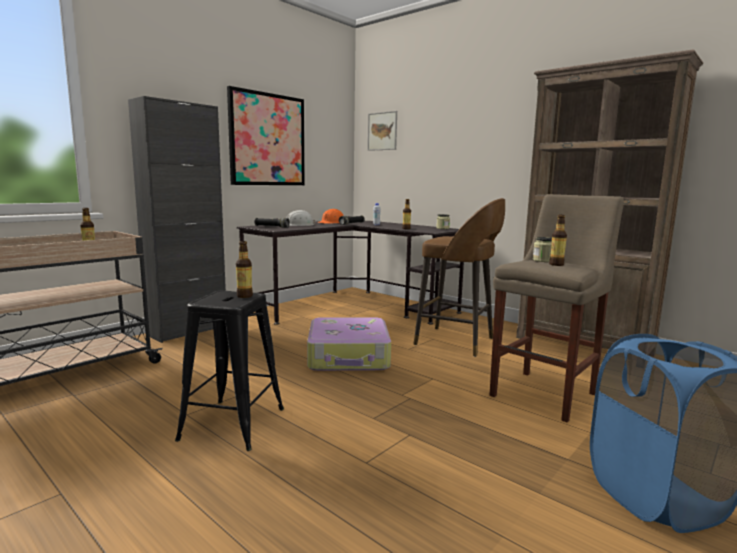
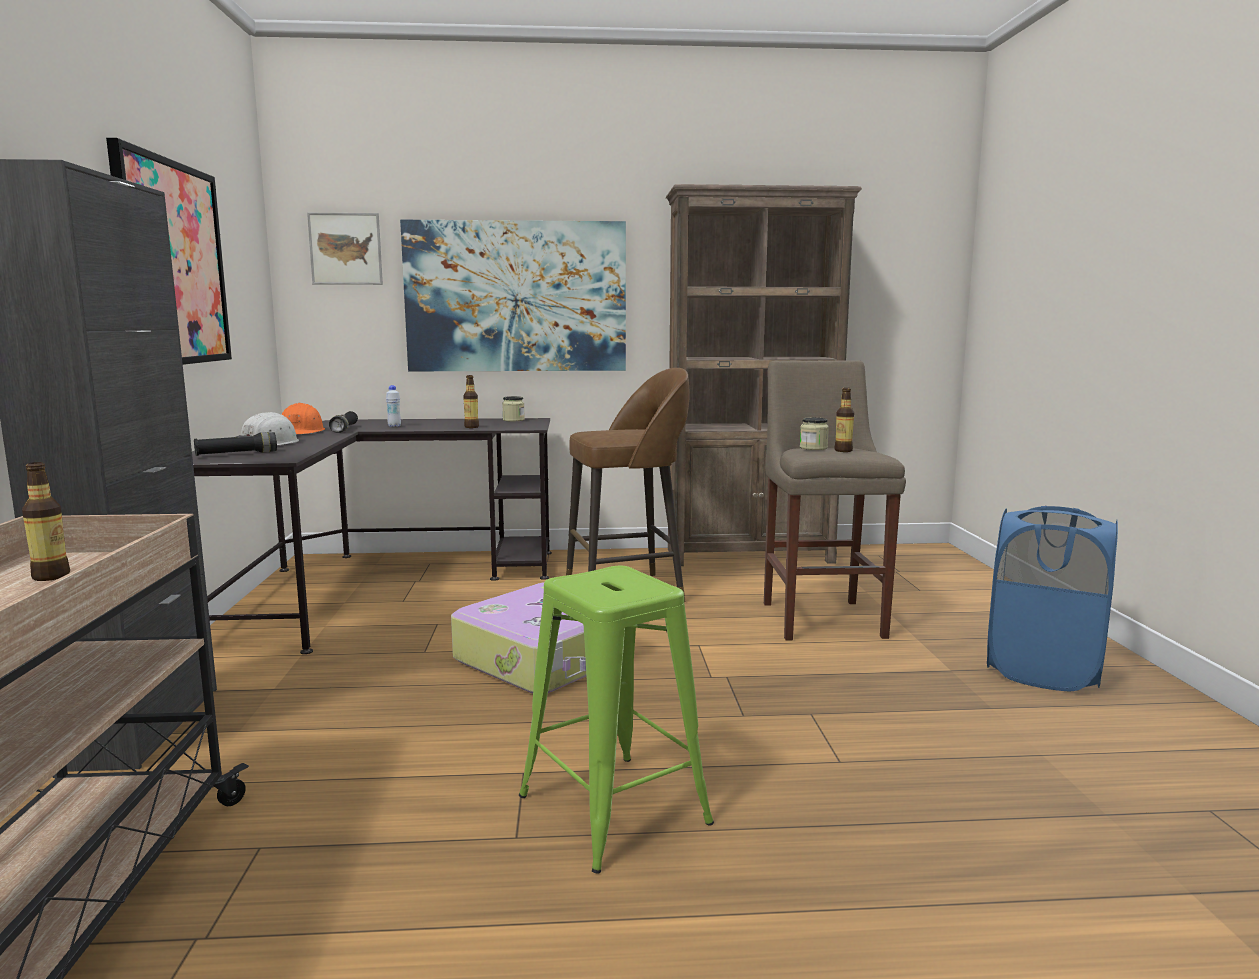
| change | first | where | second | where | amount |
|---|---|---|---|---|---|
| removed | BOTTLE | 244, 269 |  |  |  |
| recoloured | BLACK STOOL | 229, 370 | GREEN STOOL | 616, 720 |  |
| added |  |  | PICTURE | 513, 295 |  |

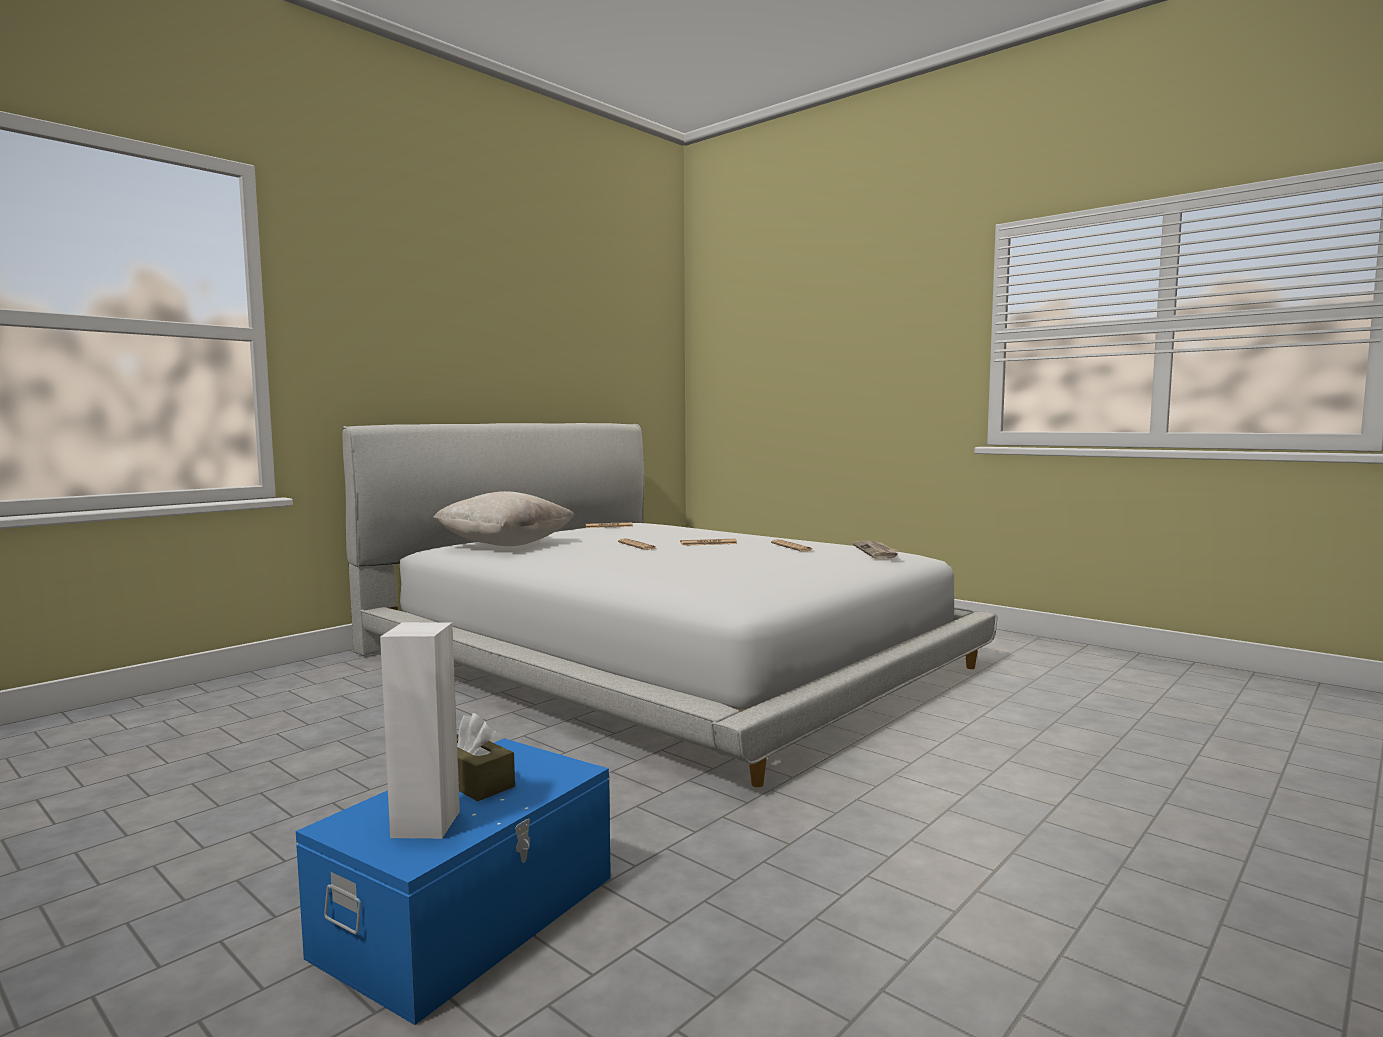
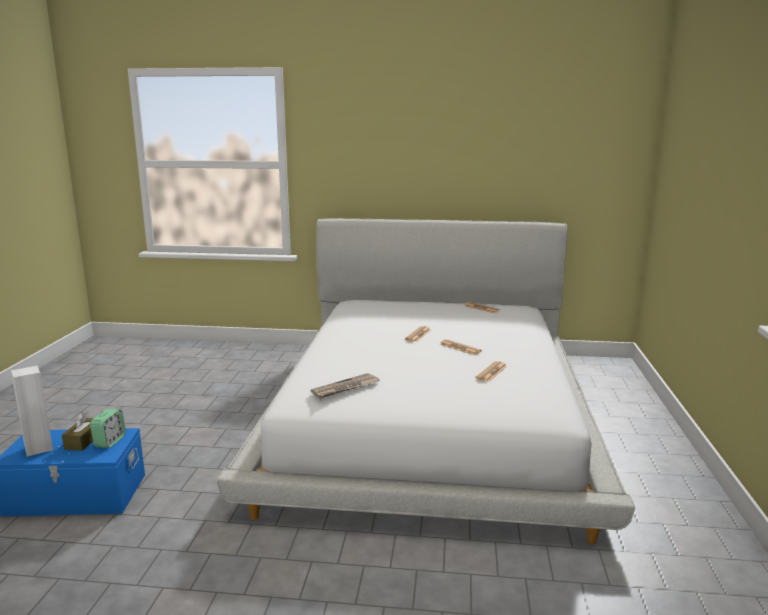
| change | first | where | second | where | amount |
|---|---|---|---|---|---|
| removed | BEIGE PILLOW | 504, 518 |  |  |  |
| moved | NEWSPAPER | 876, 549 |  | 345, 386 |  |
| added |  |  | ALARM CLOCK | 107, 428 |  |

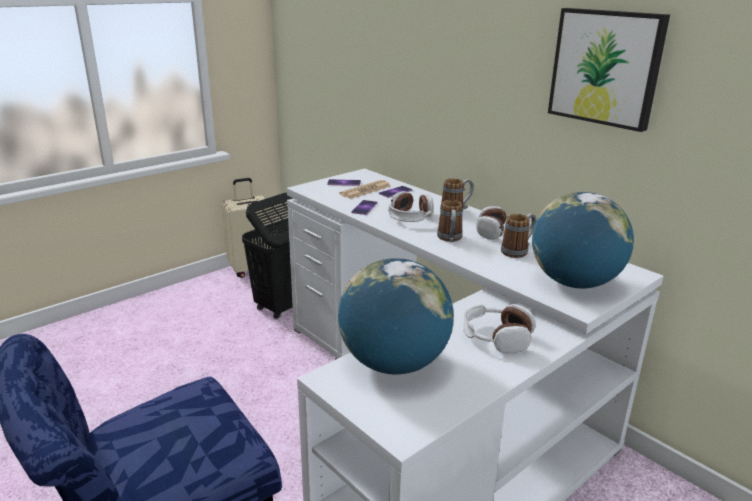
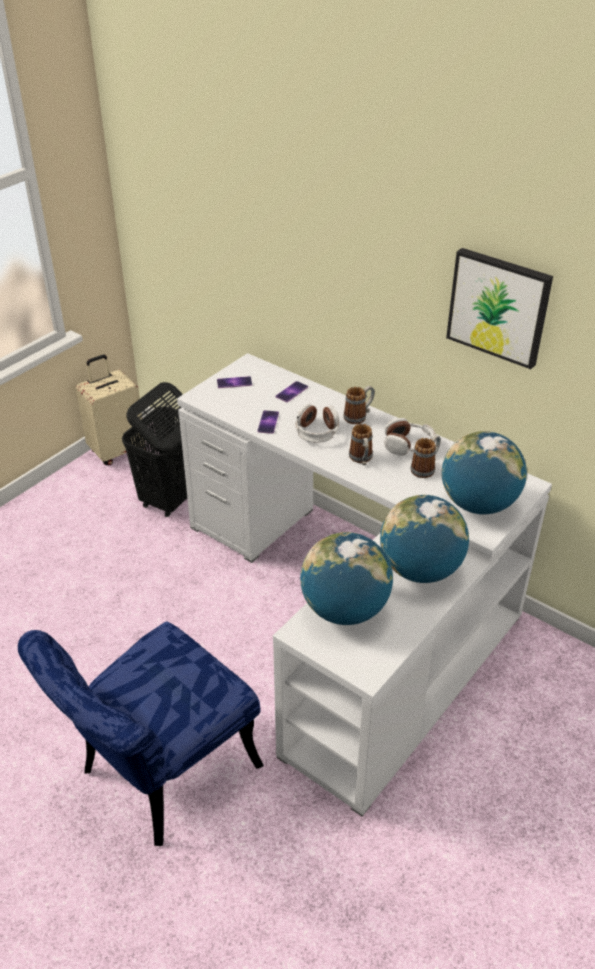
| change | first | where | second | where | amount |
|---|---|---|---|---|---|
| removed | NEWSPAPER | 364, 189 |  |  |  |
| replaced | HEADPHONES | 499, 329 | GLOBE | 424, 539 |  |

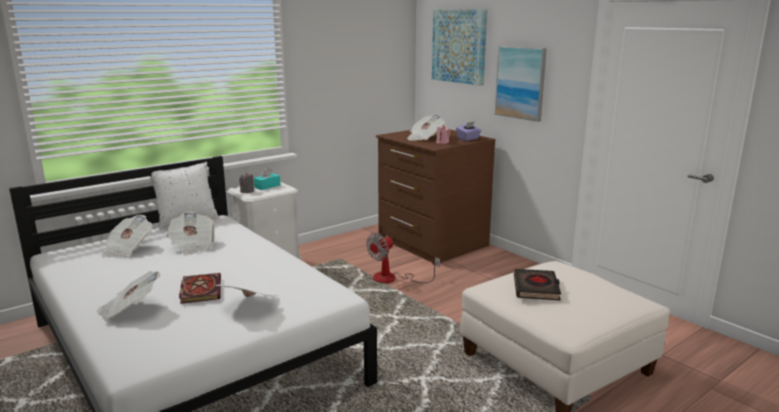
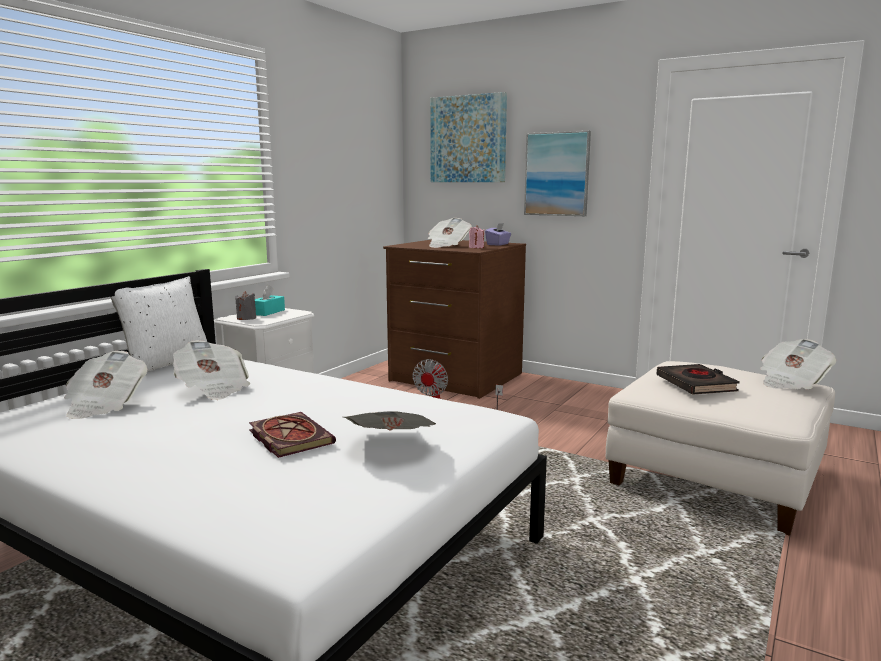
| change | first | where | second | where | amount |
|---|---|---|---|---|---|
| moved | NEWSPAPER | 128, 296 |  | 798, 364 |  |

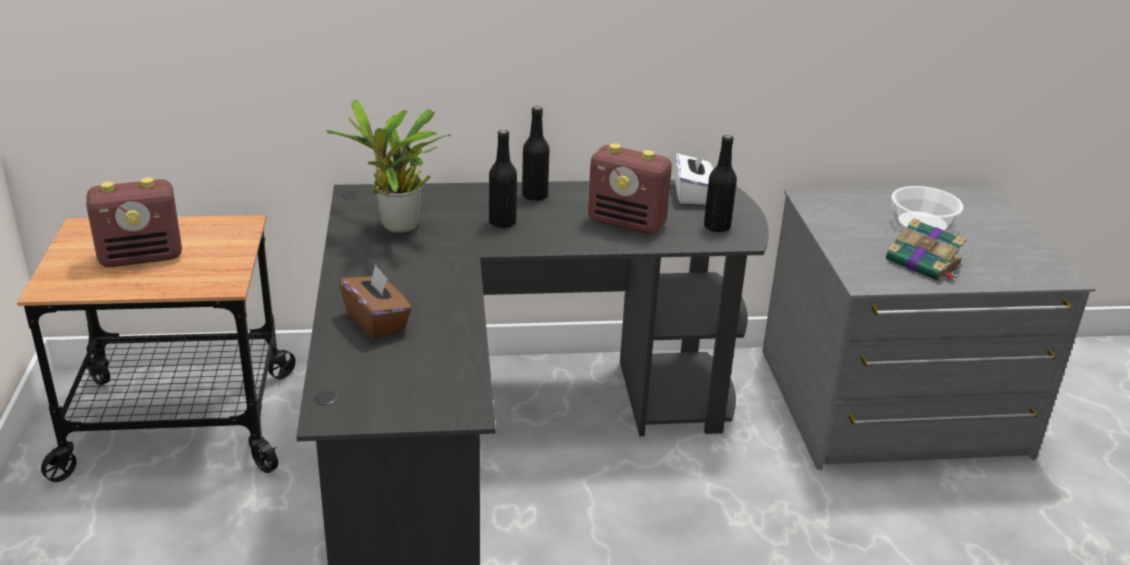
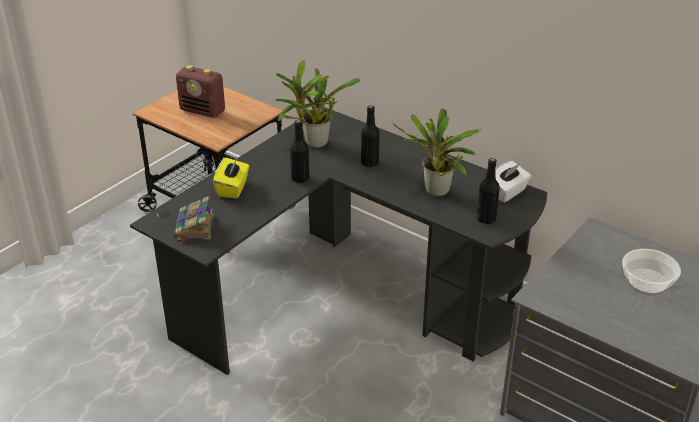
| change | first | where | second | where | amount |
|---|---|---|---|---|---|
| moved | BLACK BOTTLE | 536, 153 |  | 299, 151 |  |
| replaced | RADIO | 630, 188 | POTTED PLANT | 437, 152 |  |
| moved | BOOK | 926, 249 |  | 194, 219 |  |
| recoloured | BROWN TISSUE BOX | 375, 302 | YELLOW TISSUE BOX | 231, 177 |  |

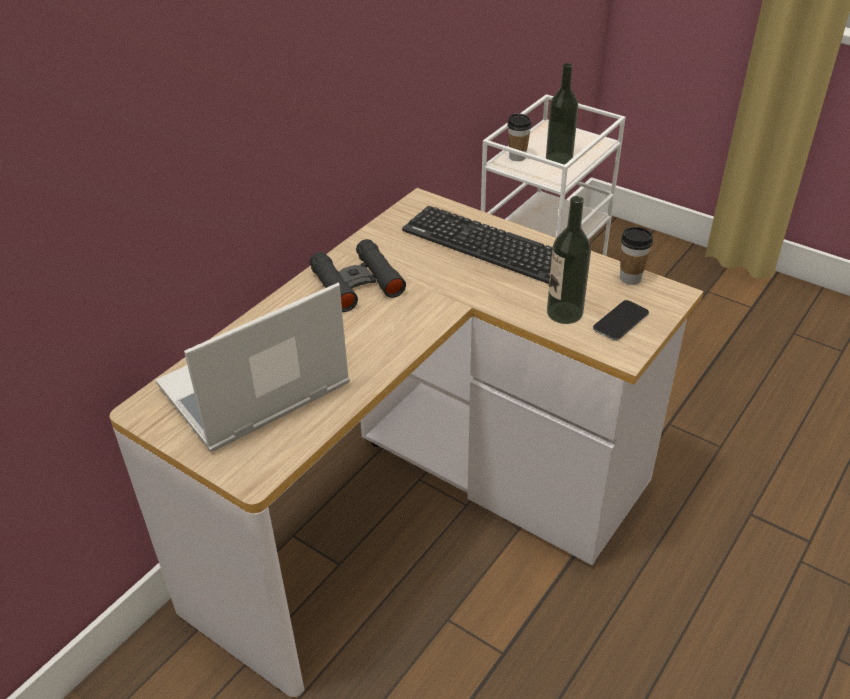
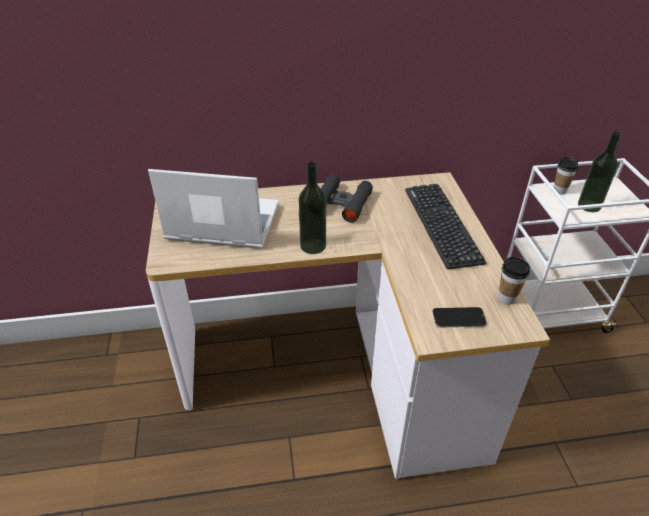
| change | first | where | second | where | amount |
|---|---|---|---|---|---|
| moved | BOTTLE | 569, 260 |  | 312, 207 |  |

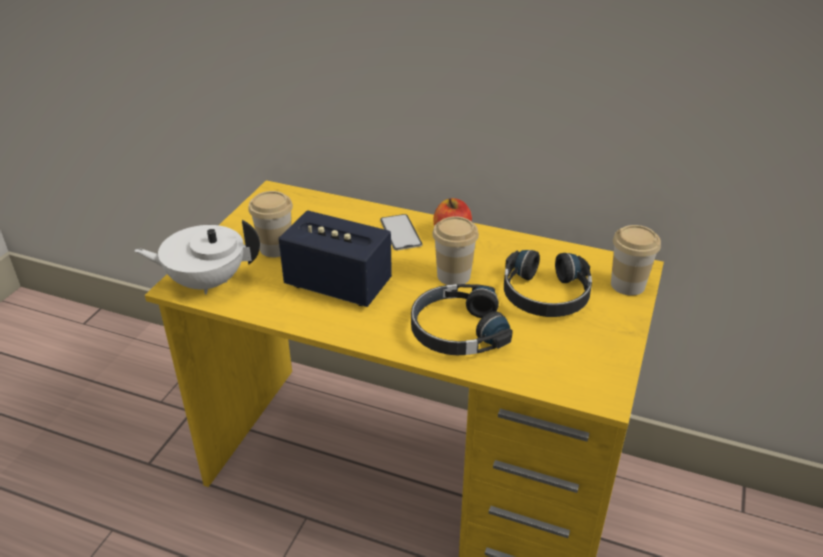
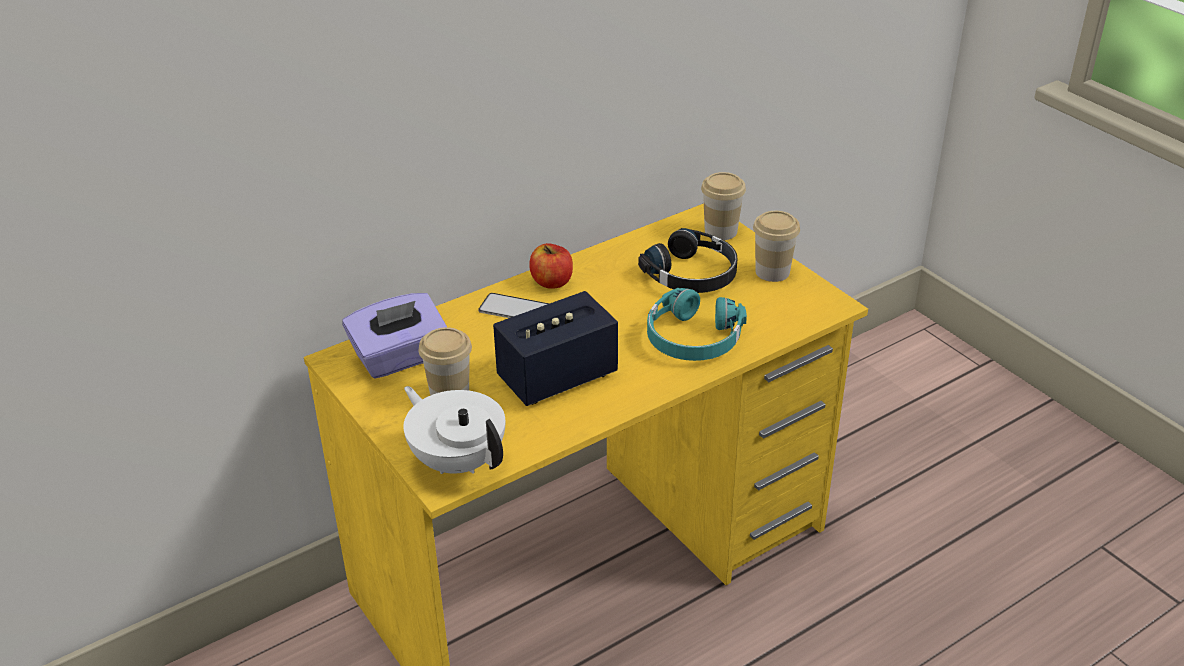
| change | first | where | second | where | amount |
|---|---|---|---|---|---|
| moved | CUP | 455, 250 |  | 776, 246 |  |
| turned | WHITE TEAPOT | 197, 257 |  | 454, 430 | 105 degrees clockwise |
| recoloured | BLACK HEADPHONES | 462, 319 | TURQUOISE HEADPHONES | 697, 324 |  |
| added |  |  | PURPLE TISSUE BOX | 394, 336 |  |

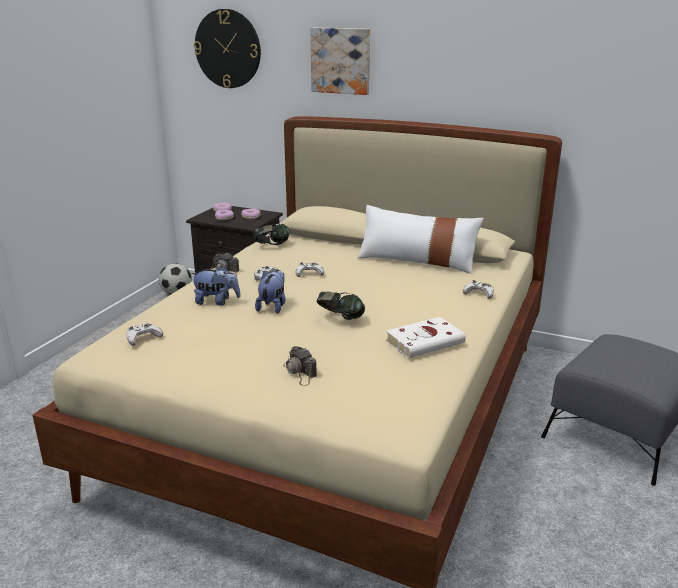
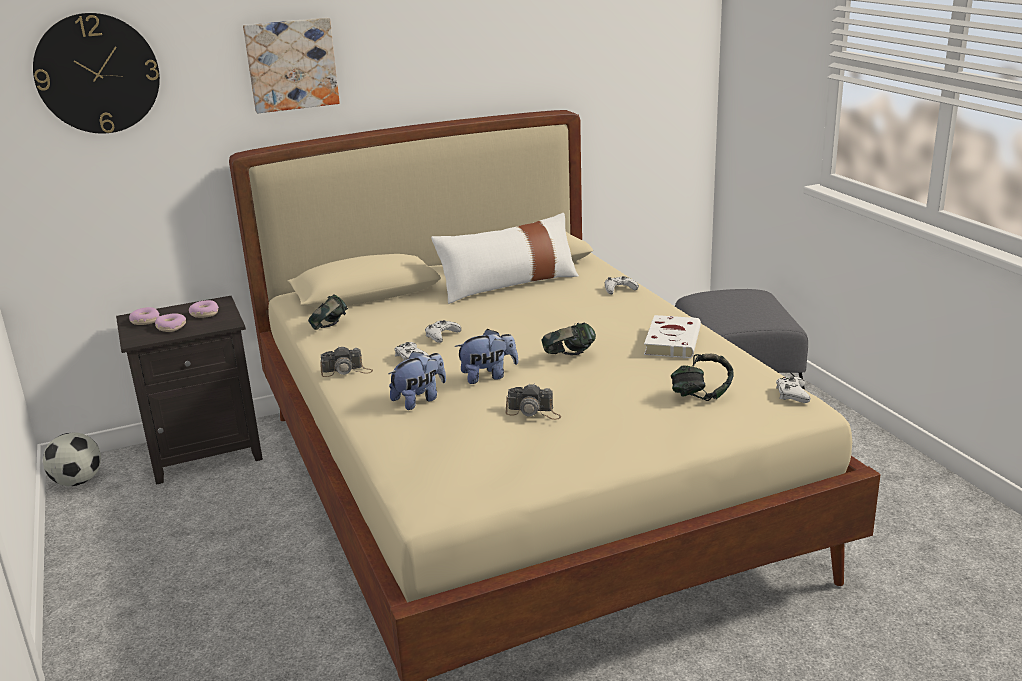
| change | first | where | second | where | amount |
|---|---|---|---|---|---|
| turned | PLUSH TOY | 270, 292 |  | 486, 356 | 105 degrees clockwise |
| moved | WHITE GAME CONTROLLER | 144, 334 |  | 793, 389 |  |
| moved | PHOTO CAMERA | 300, 366 |  | 533, 401 |  |
| added |  |  | HEADPHONES | 702, 377 |  |

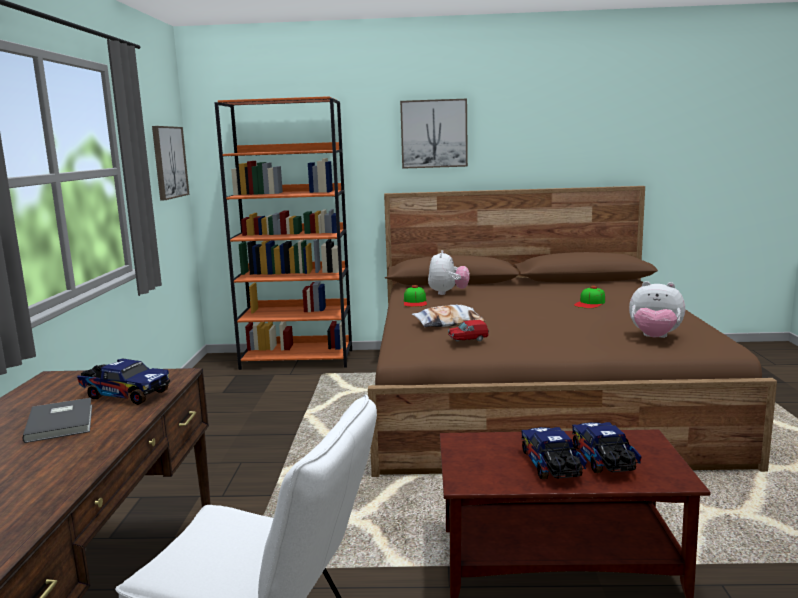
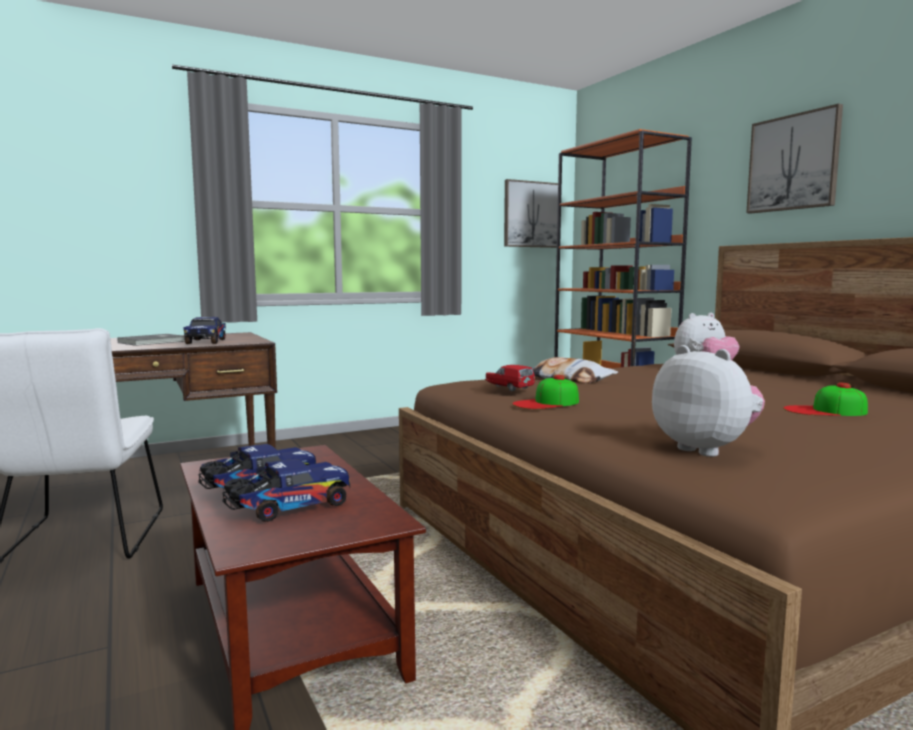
| change | first | where | second | where | amount |
|---|---|---|---|---|---|
| turned | PLUSH TOY | 657, 309 |  | 708, 401 | 150 degrees clockwise |
| moved | CAP | 415, 296 |  | 545, 392 |  |

